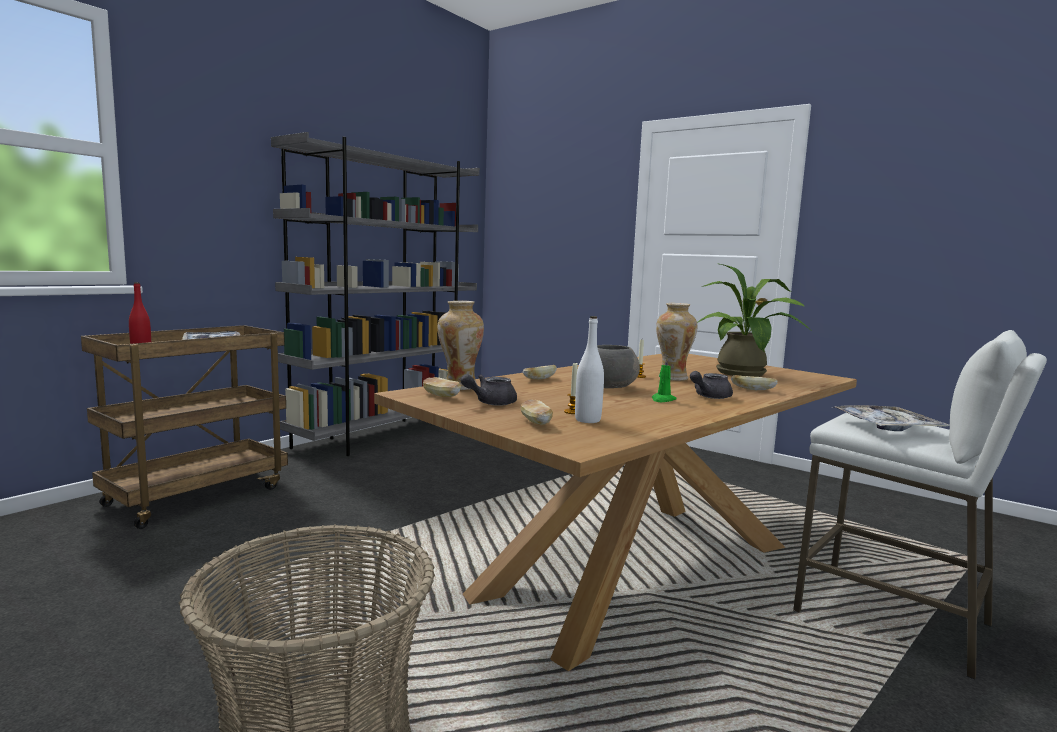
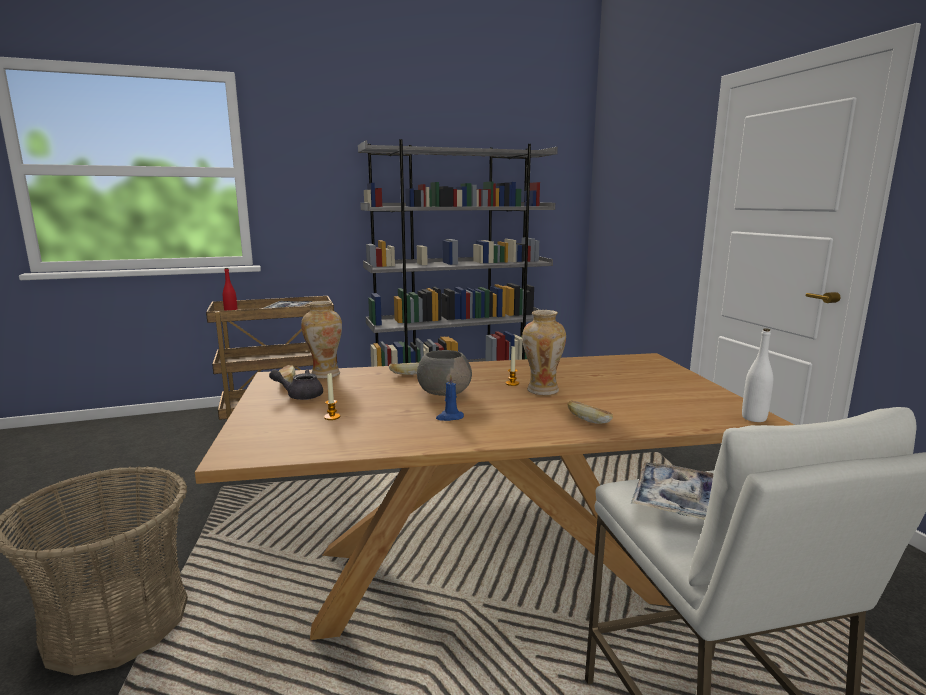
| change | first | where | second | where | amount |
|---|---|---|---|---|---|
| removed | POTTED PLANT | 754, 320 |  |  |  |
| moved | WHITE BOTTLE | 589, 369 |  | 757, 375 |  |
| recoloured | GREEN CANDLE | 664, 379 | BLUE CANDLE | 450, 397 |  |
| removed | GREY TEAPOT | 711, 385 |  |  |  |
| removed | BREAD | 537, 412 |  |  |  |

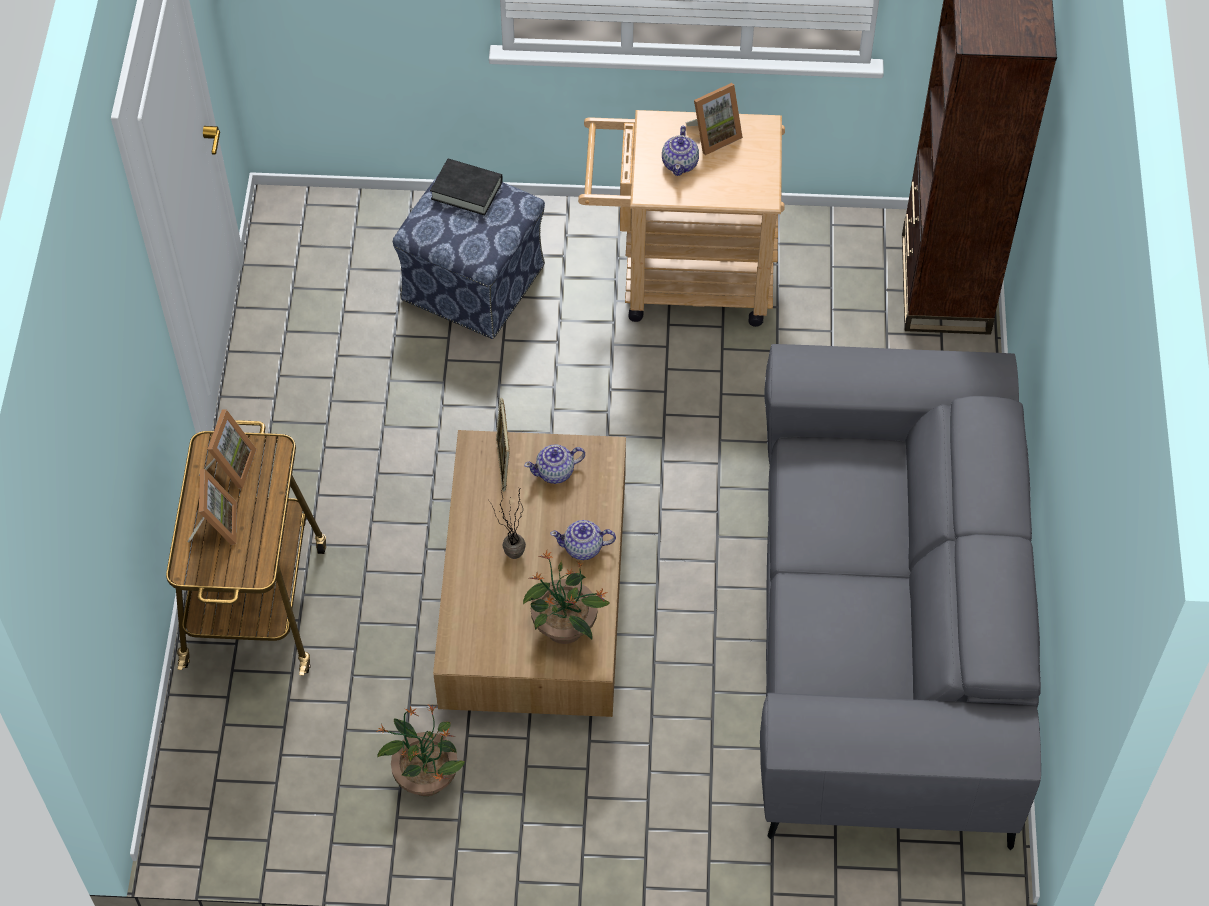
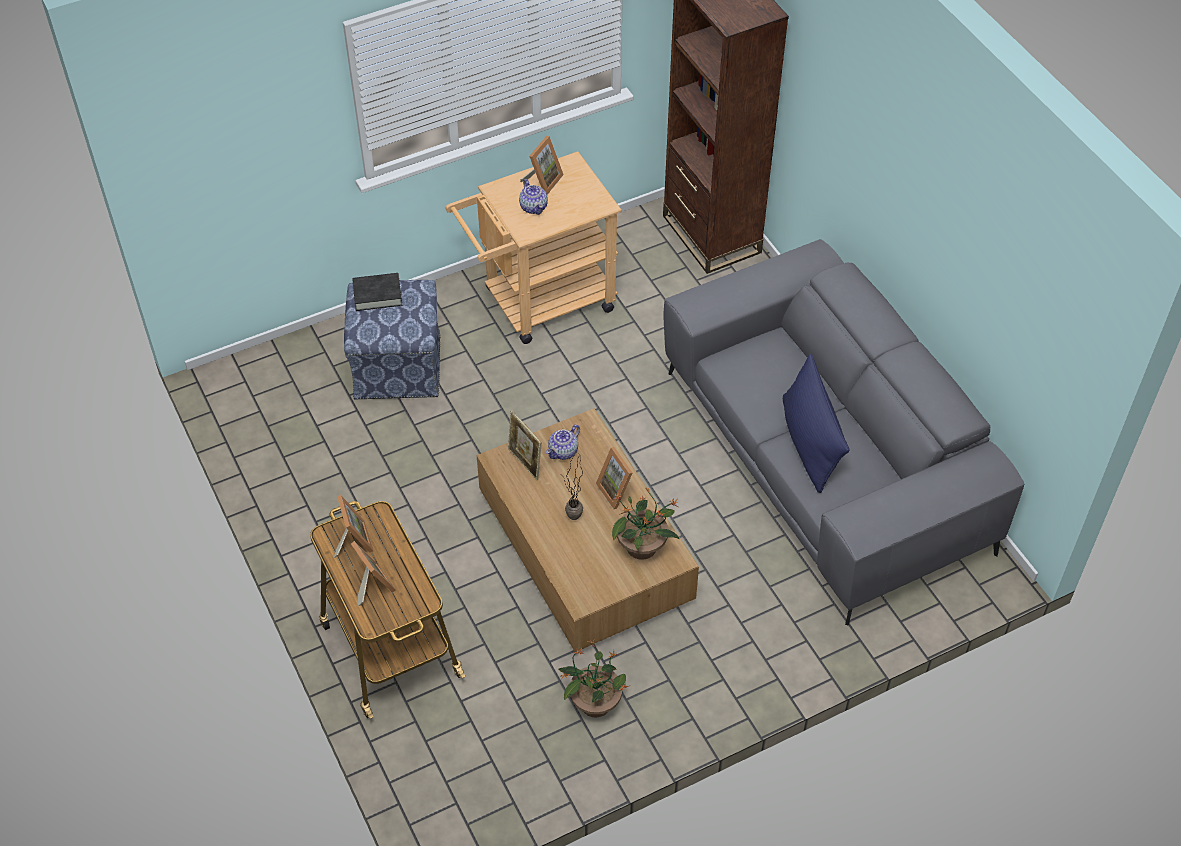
| change | first | where | second | where | amount |
|---|---|---|---|---|---|
| replaced | TEAPOT | 583, 540 | PICTURE FRAME | 614, 478 |  |
| added |  |  | BLUE PILLOW | 816, 423 |  |

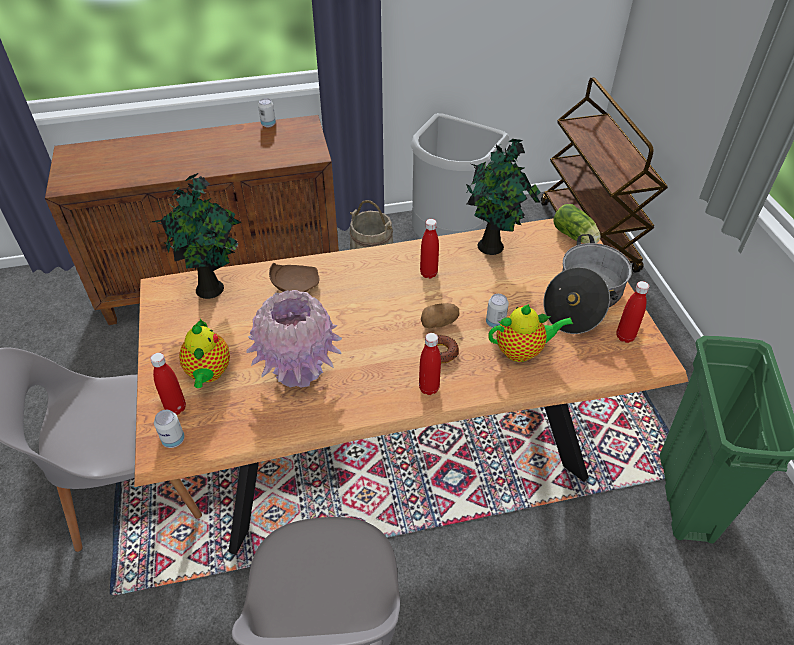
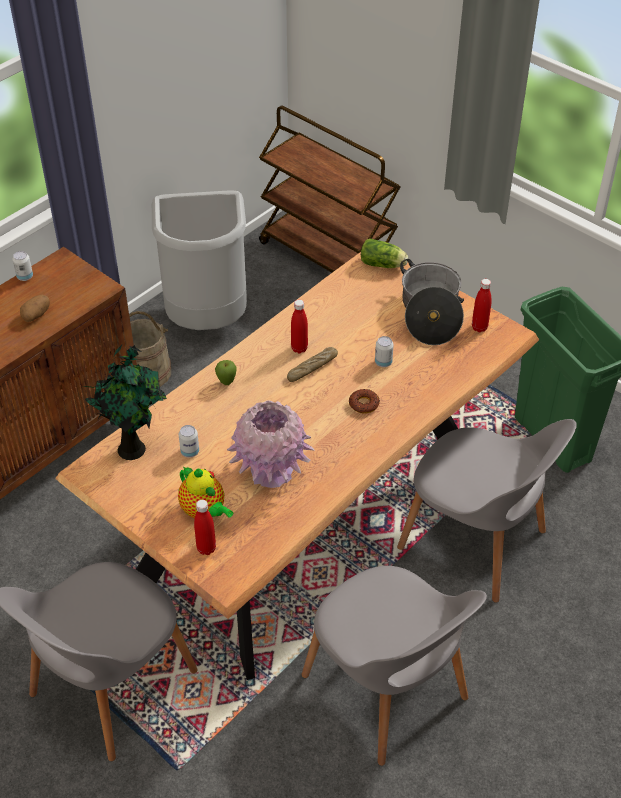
| change | first | where | second | where | amount |
|---|---|---|---|---|---|
| removed | POTTED PLANT | 503, 197 |  |  |  |
| removed | BROWN PLATE | 294, 277 |  |  |  |
| moved | POTATO | 440, 315 |  | 35, 308 |  |
| removed | TEAPOT | 530, 333 |  |  |  |
| removed | RED BOTTLE | 430, 364 |  |  |  |
| moved | CAN | 169, 429 |  | 189, 441 |  |
| added |  |  | BREAD | 312, 364 |  |
| added |  |  | APPLE | 226, 372 |  |
| added |  |  | GREY CHAIR | 487, 511 |  |

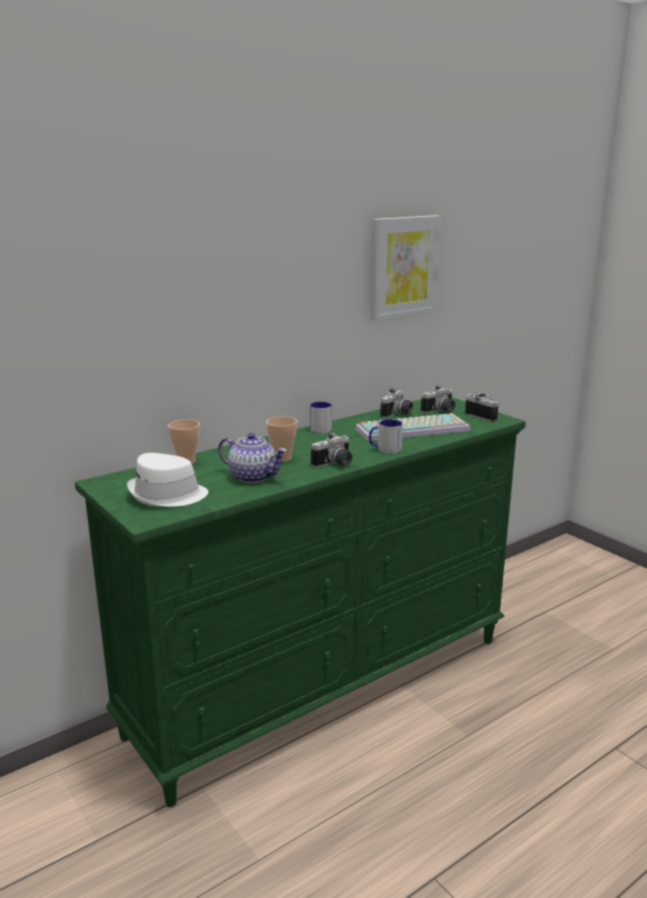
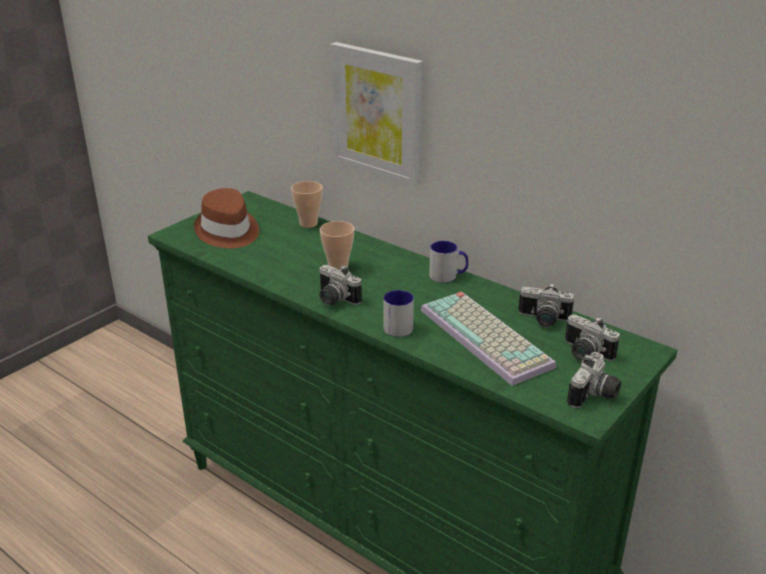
| change | first | where | second | where | amount |
|---|---|---|---|---|---|
| moved | PICTURE | 406, 268 |  | 376, 114 |  |
| removed | TEAPOT | 252, 458 |  |  |  |
| recoloured | WHITE HAT | 167, 480 | BROWN HAT | 226, 218 |  |

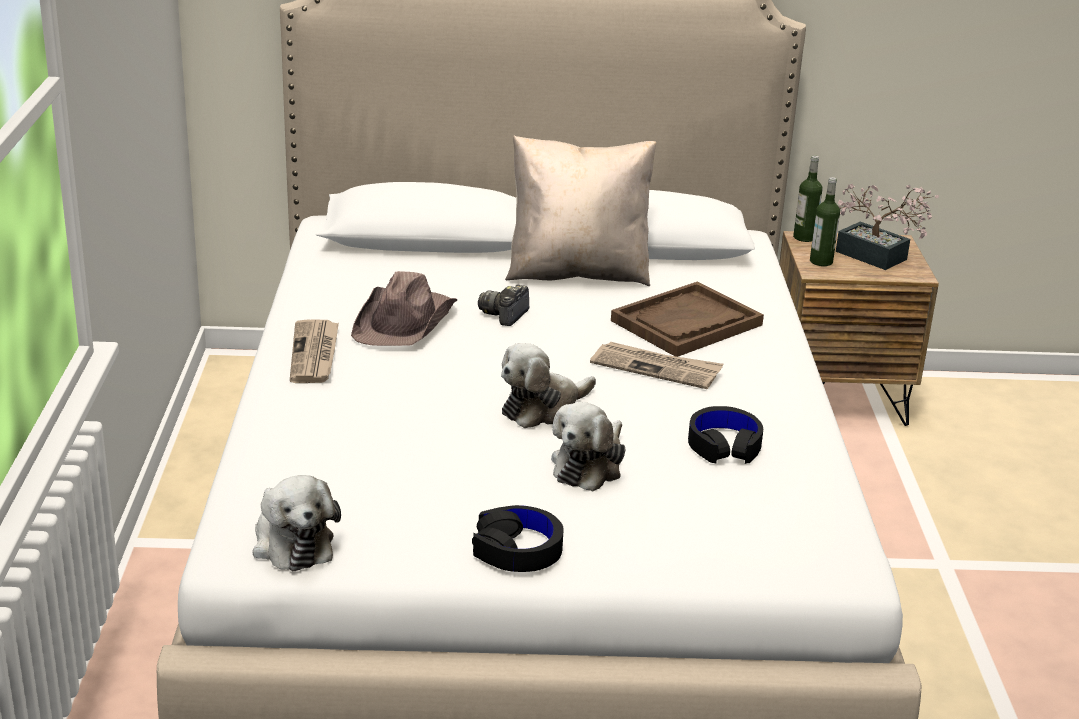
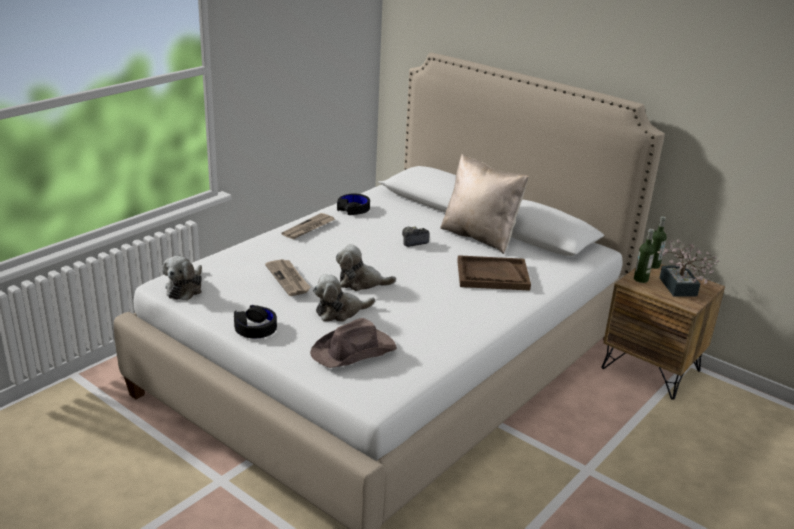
| change | first | where | second | where | amount |
|---|---|---|---|---|---|
| moved | BROWN HAT | 404, 308 |  | 353, 343 |  |
| moved | NEWSPAPER | 657, 365 |  | 288, 277 |  |
| moved | BLACK HEADPHONES | 725, 435 |  | 353, 204 |  |

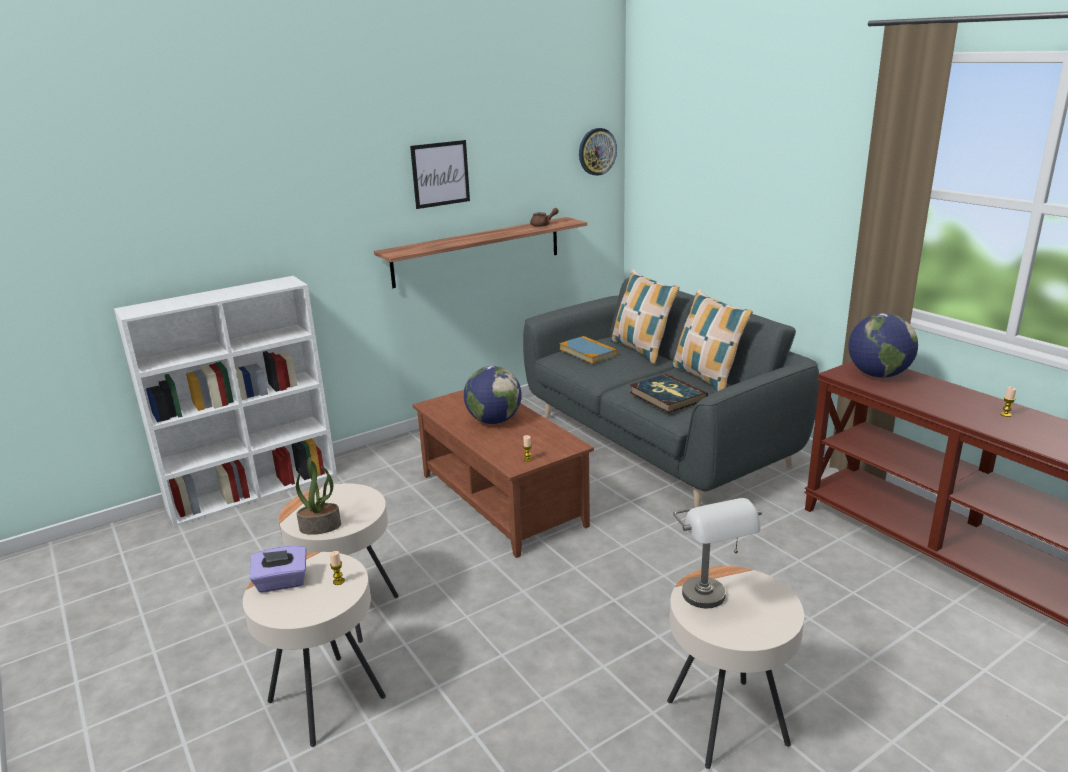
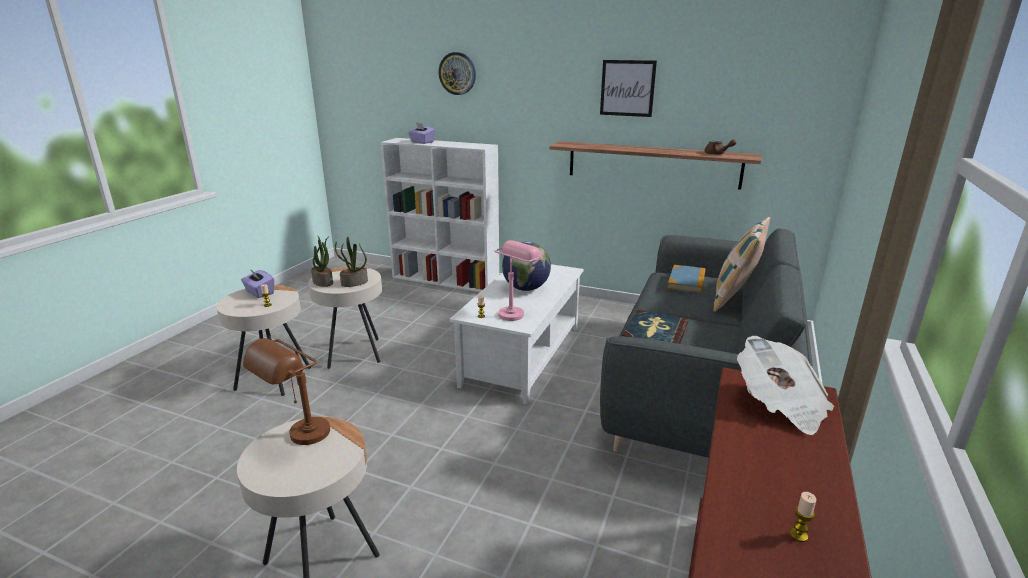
| change | first | where | second | where | amount |
|---|---|---|---|---|---|
| moved | WALL CLOCK | 598, 152 |  | 457, 73 |  |
| removed | PILLOW | 712, 340 |  |  |  |
| replaced | GLOBE | 883, 345 | NEWSPAPER | 785, 385 |  |
| recoloured | BROWN COFFEE TABLE | 503, 474 | WHITE COFFEE TABLE | 516, 334 |  |
| recoloured | GREY TABLE LAMP | 717, 553 | BROWN TABLE LAMP | 286, 391 |  |
| added |  |  | PURPLE TISSUE BOX | 421, 133 |  |
| added |  |  | POTTED PLANT | 351, 262 |  |
| added |  |  | PINK TABLE LAMP | 518, 280 |  |

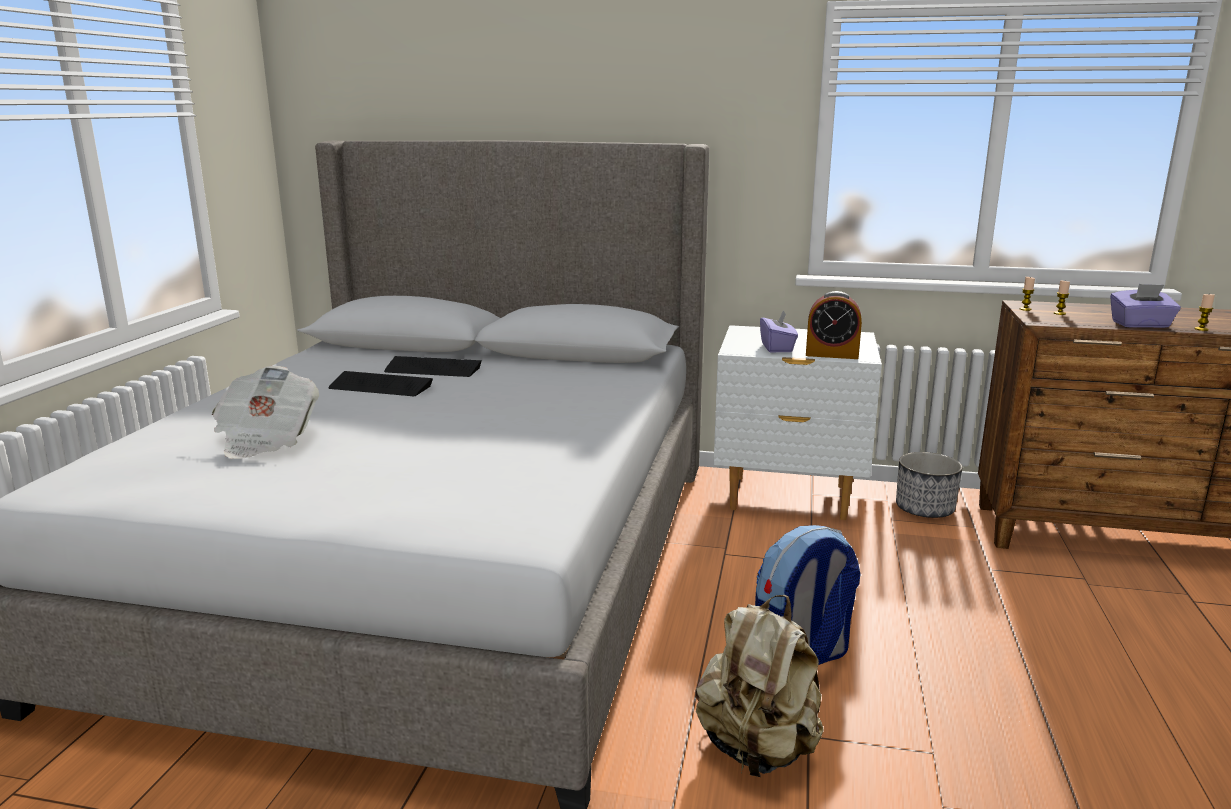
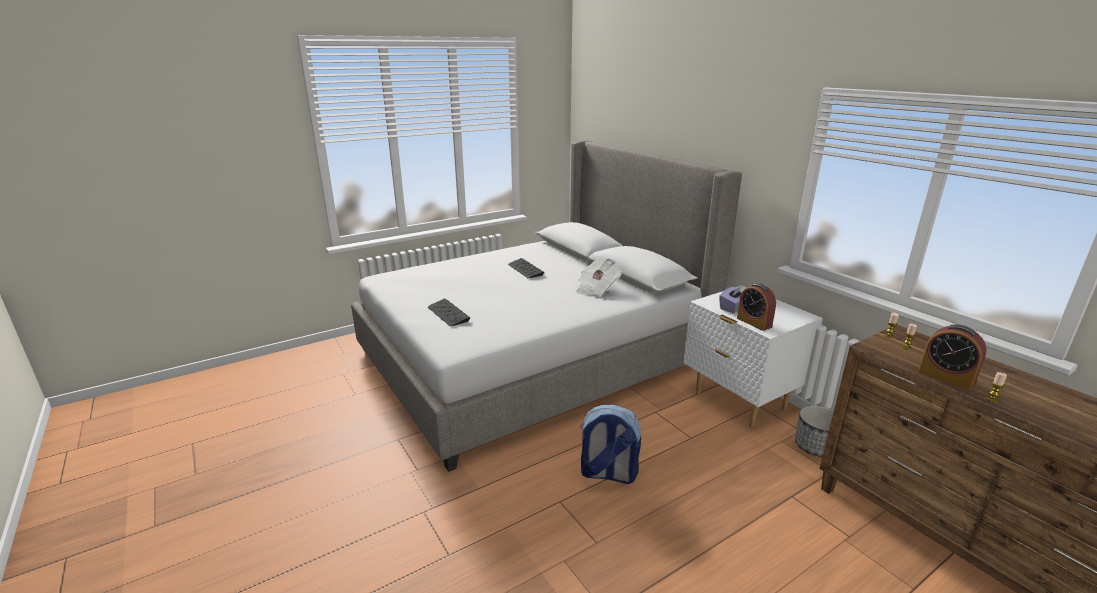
| change | first | where | second | where | amount |
|---|---|---|---|---|---|
| replaced | PURPLE TISSUE BOX | 1145, 306 | ALARM CLOCK | 952, 357 |  |
| moved | KEYBOARD | 433, 366 |  | 449, 312 |  |
| moved | NEWSPAPER | 265, 412 |  | 599, 277 |  |
| removed | BEIGE BACKPACK | 759, 686 |  |  |  |

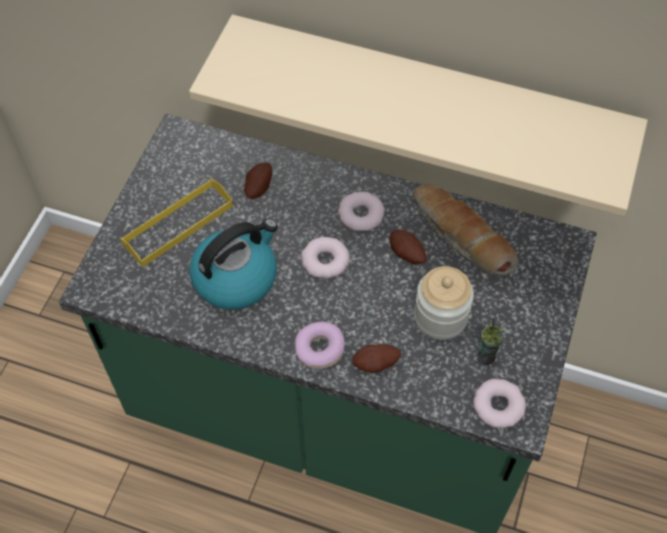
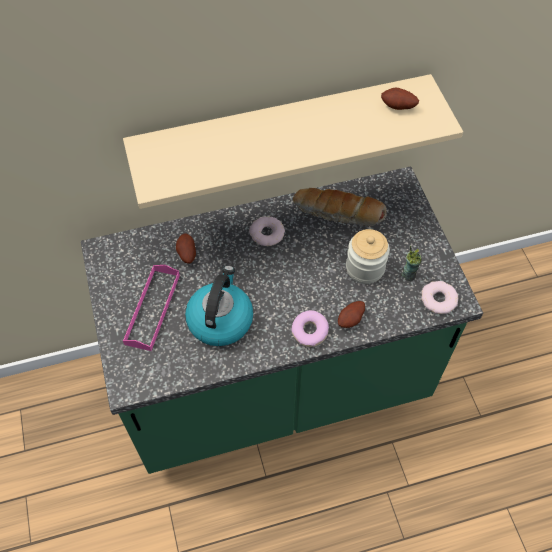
| change | first | where | second | where | amount |
|---|---|---|---|---|---|
| recoloured | YELLOW TRAY | 176, 223 | PINK TRAY | 151, 308 |  |
| moved | POTATO | 408, 247 |  | 400, 99 |  |
| removed | DONUT | 325, 257 |  |  |  |

